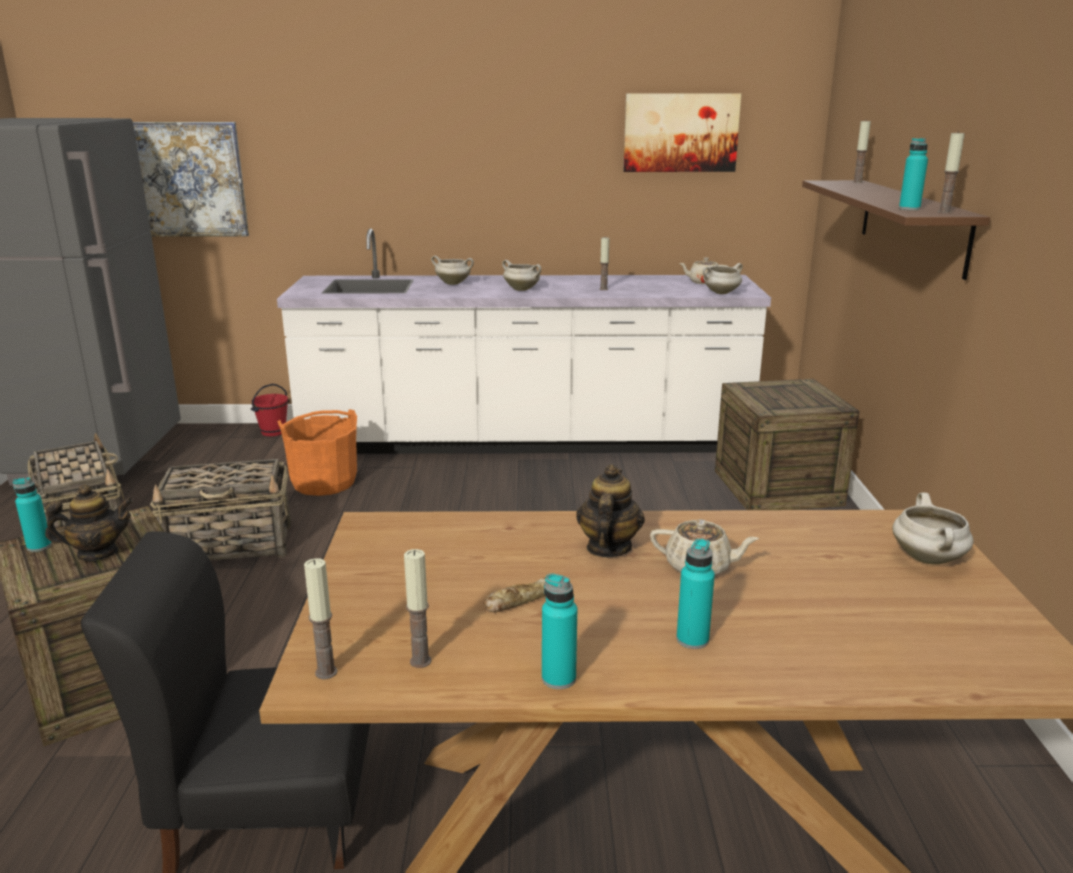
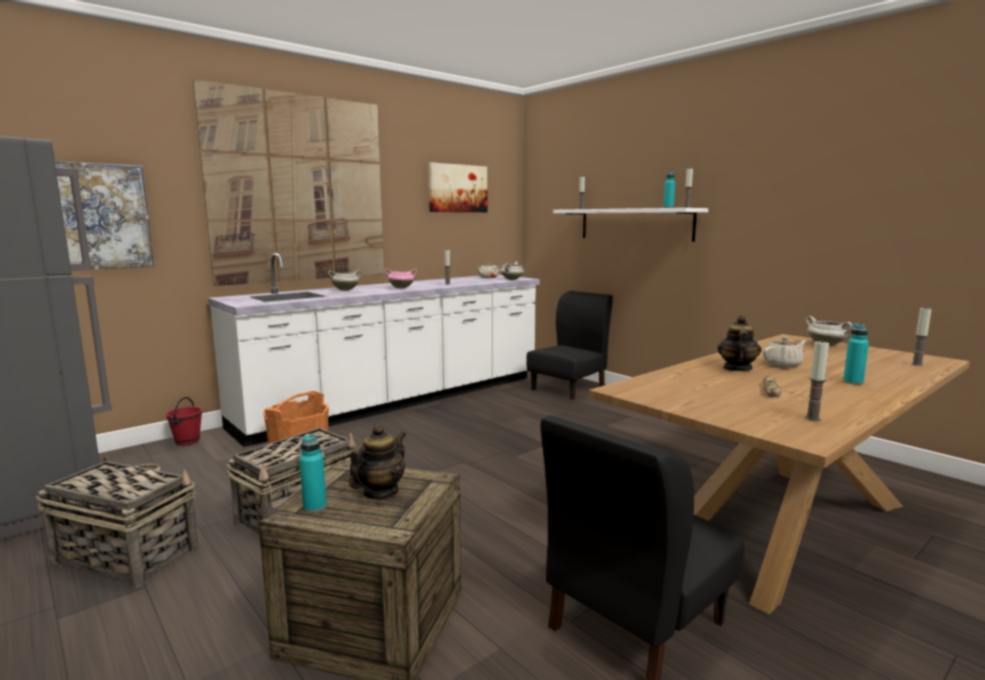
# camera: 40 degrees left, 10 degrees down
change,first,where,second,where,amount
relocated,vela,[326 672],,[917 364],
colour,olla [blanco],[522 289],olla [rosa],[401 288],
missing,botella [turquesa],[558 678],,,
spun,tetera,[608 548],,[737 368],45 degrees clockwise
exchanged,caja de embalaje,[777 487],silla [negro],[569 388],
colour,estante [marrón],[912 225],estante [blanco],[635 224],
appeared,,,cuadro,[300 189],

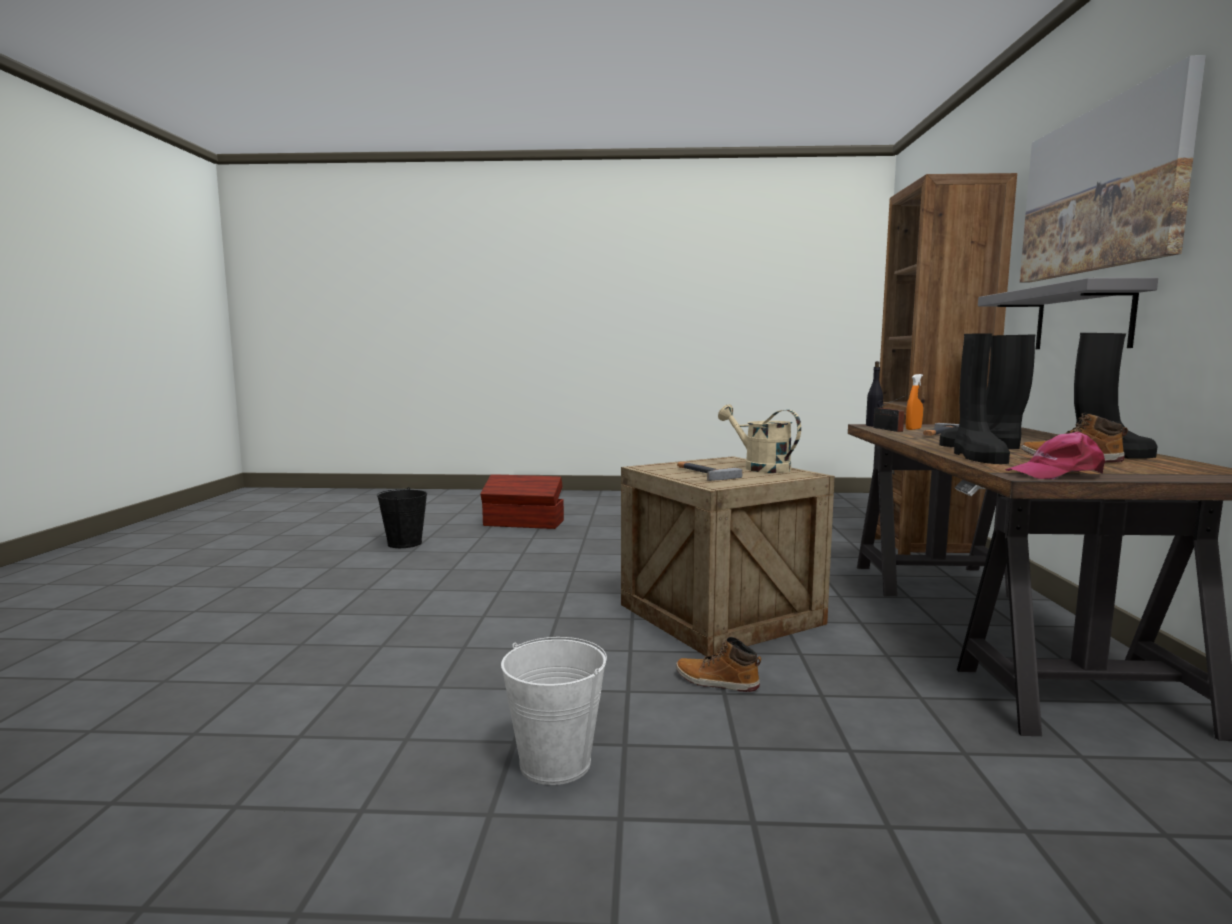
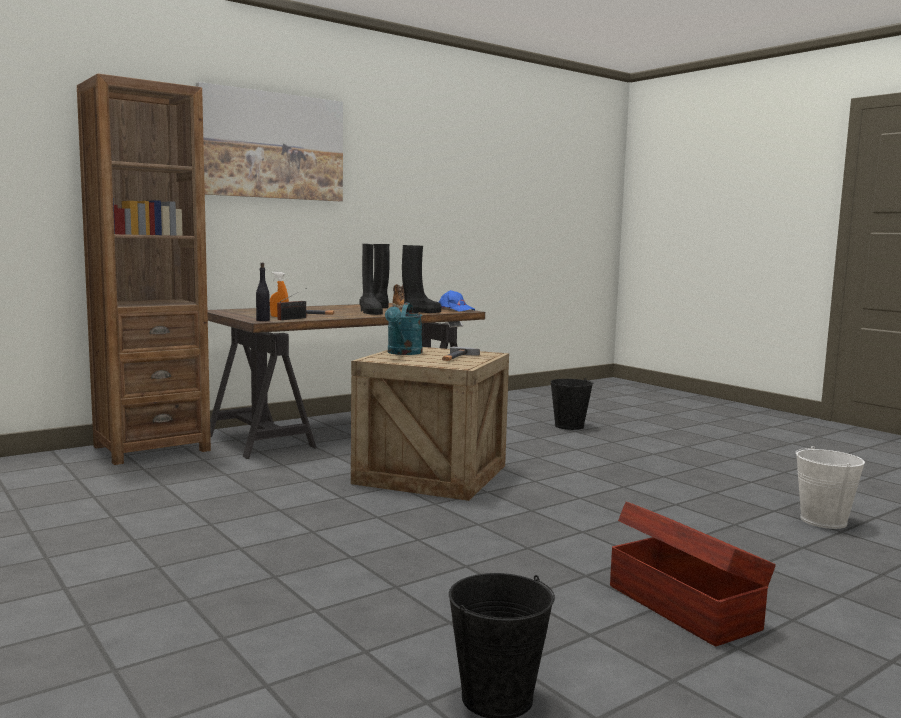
# camera: 130 degrees left, 0 degrees up
change,first,where,second,where,amount
relocated,caja de almacenaje [marrón],[524 523],,[683 606],
relocated,cubo [blanco],[555 763],,[823 521],
missing,bota,[716 682],,,
colour,regadera [beis],[760 468],regadera [turquesa],[403 353],
missing,estante [gris],[1082 318],,,
colour,gorra [rosa],[1056 474],gorra [azul],[455 309],
appeared,,,cubo [negro],[569 426],

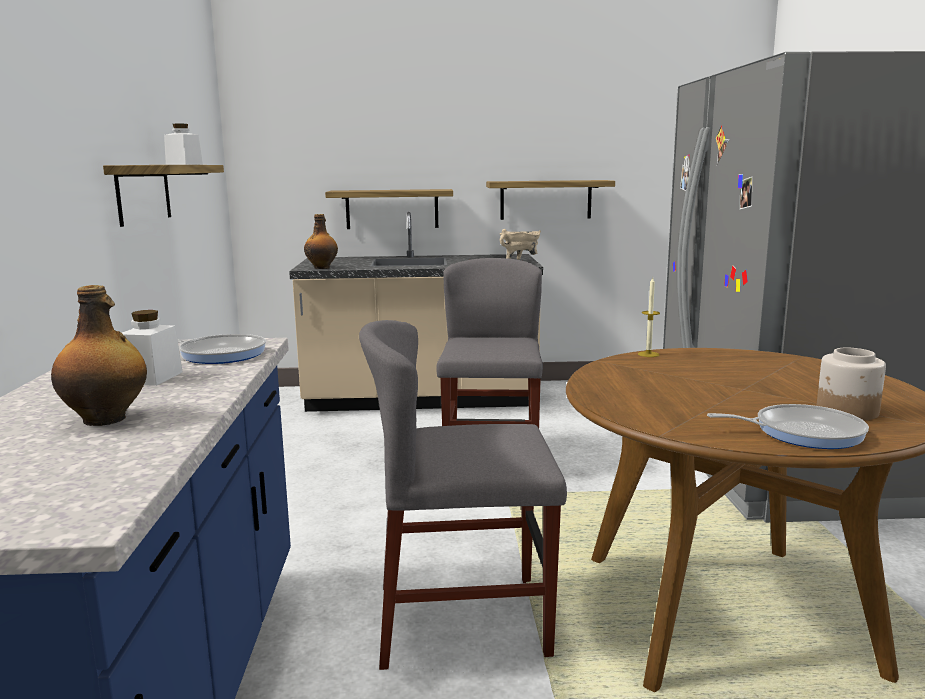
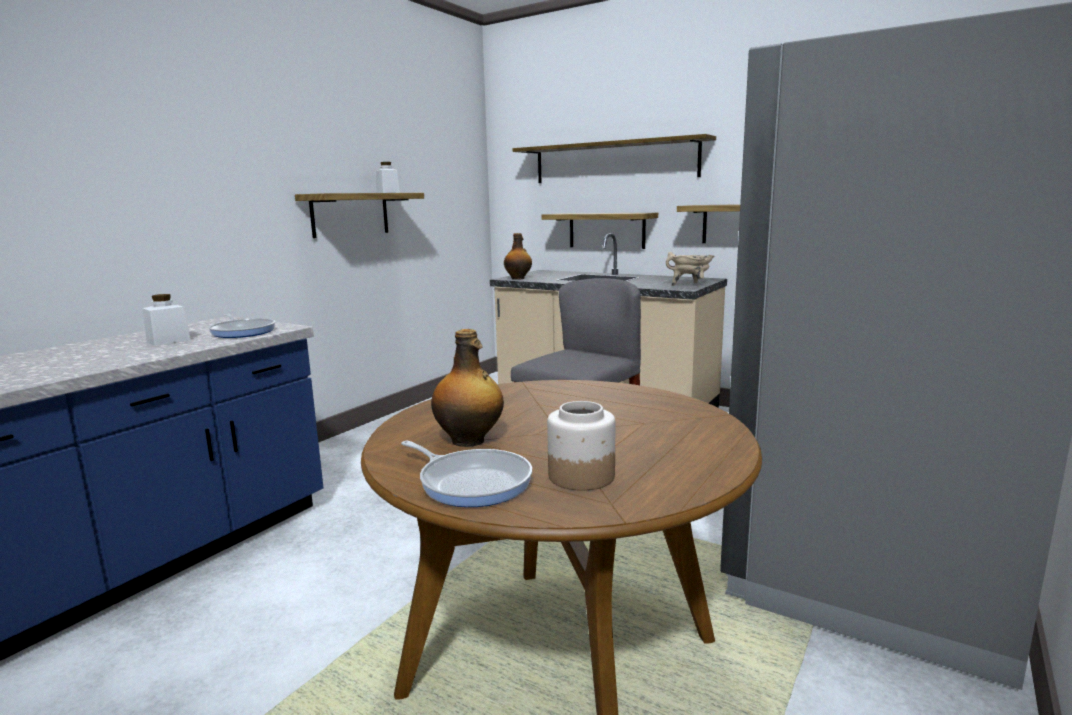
# camera: 35 degrees right, 0 degrees up
change,first,where,second,where,amount
relocated,botella,[106 419],,[469 441],
missing,silla [gris],[462 619],,,
missing,vela,[648 354],,,
appeared,,,estante,[614 162],

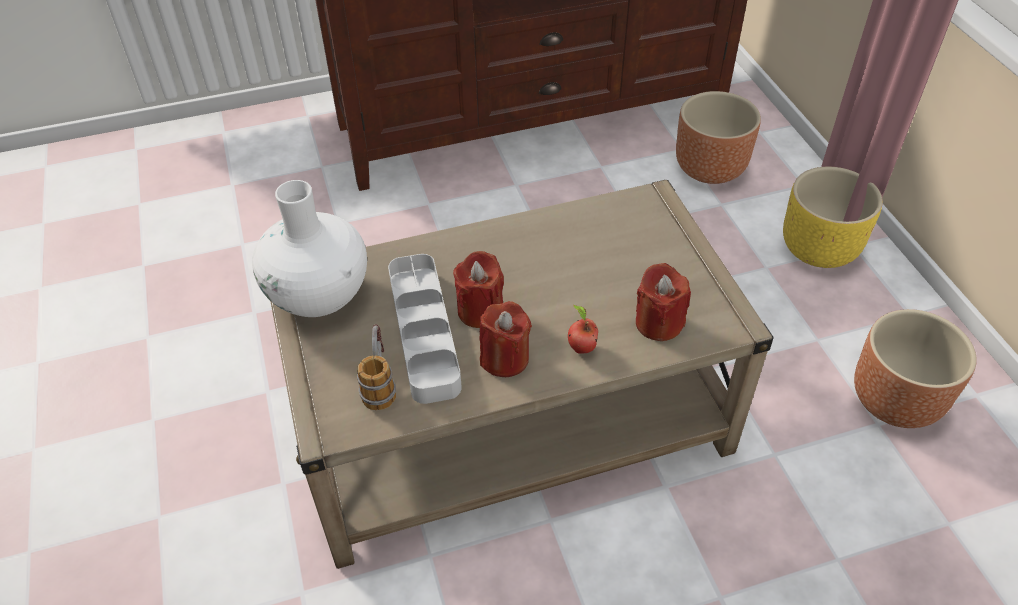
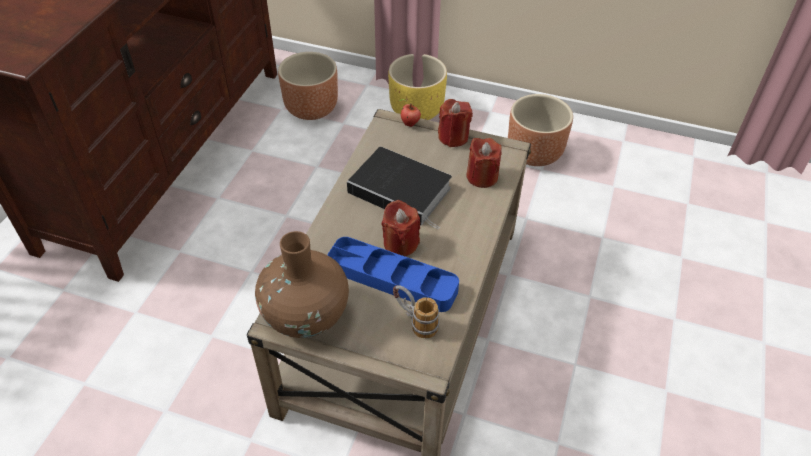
# camera: 55 degrees left, 0 degrees up
change,first,where,second,where,amount
colour,florero [blanco],[318 294],florero [marrón],[306 315],
colour,bandeja [gris],[424 332],bandeja [azul],[392 278],
relocated,vela [rojo],[504 358],,[453 137],
relocated,manzana,[581 347],,[409 124],
appeared,,,libro,[402 191],

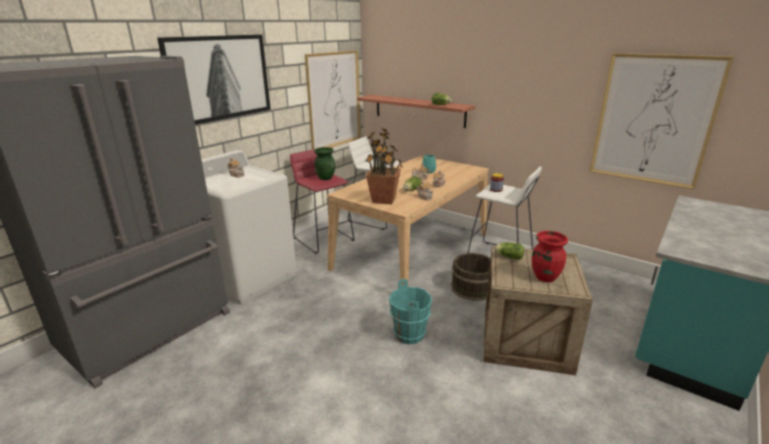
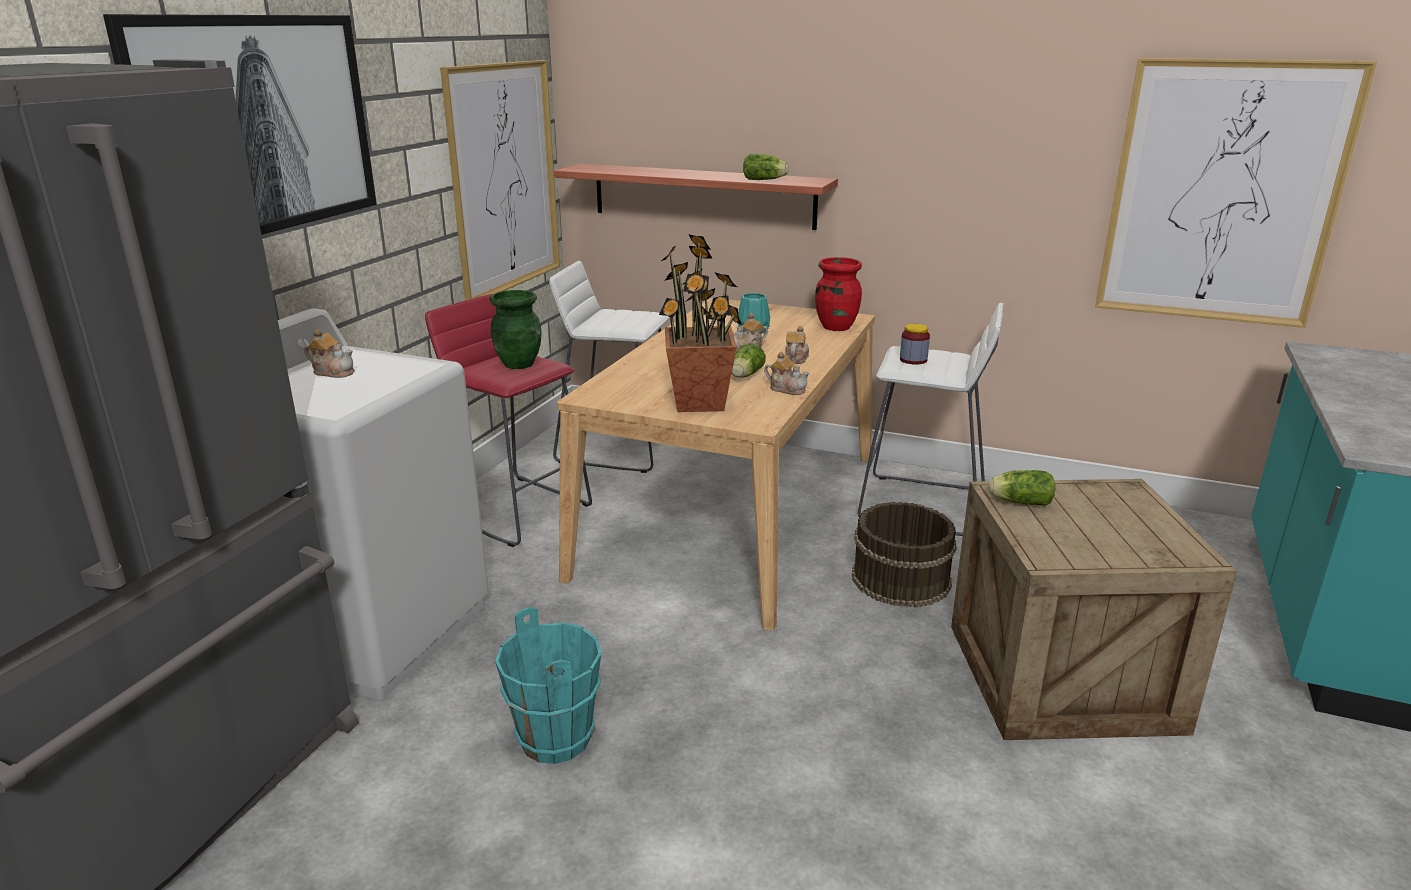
# camera: 15 degrees left, 0 degrees up
change,first,where,second,where,amount
relocated,cubo [turquesa],[410 334],,[556 739],
relocated,florero [rojo],[545 277],,[836 327],

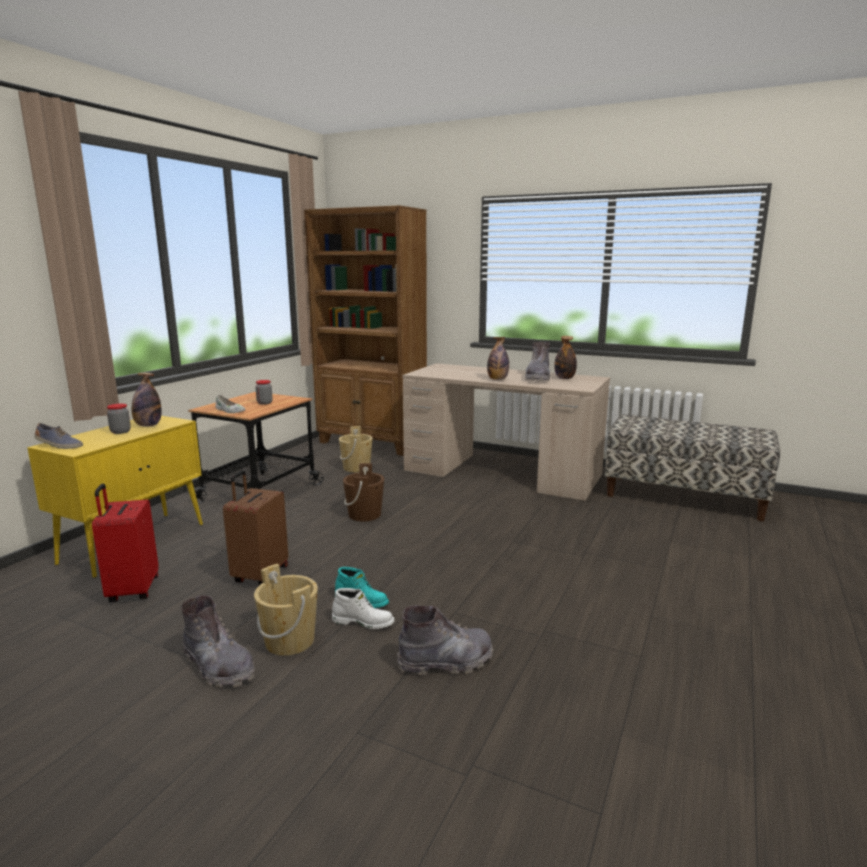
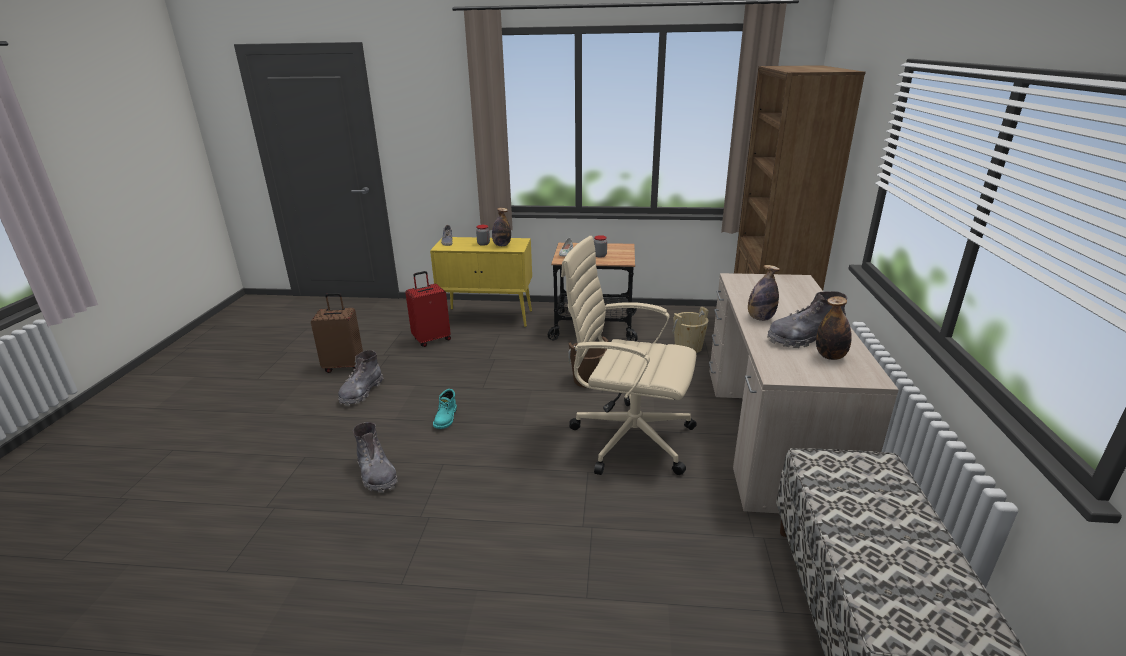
# camera: 70 degrees right, 10 degrees up
change,first,where,second,where,amount
relocated,maleta [marrón],[259 575],,[344 366],
missing,cubo [beis],[289 640],,,
missing,bota [blanco],[363 622],,,
appeared,,,silla de oficina [beis],[628 438],

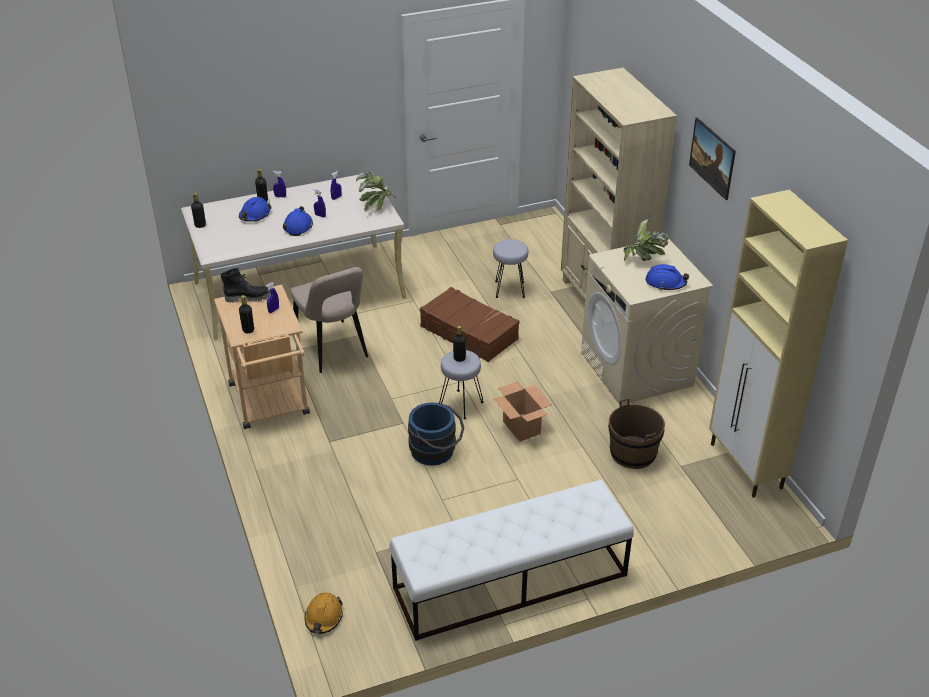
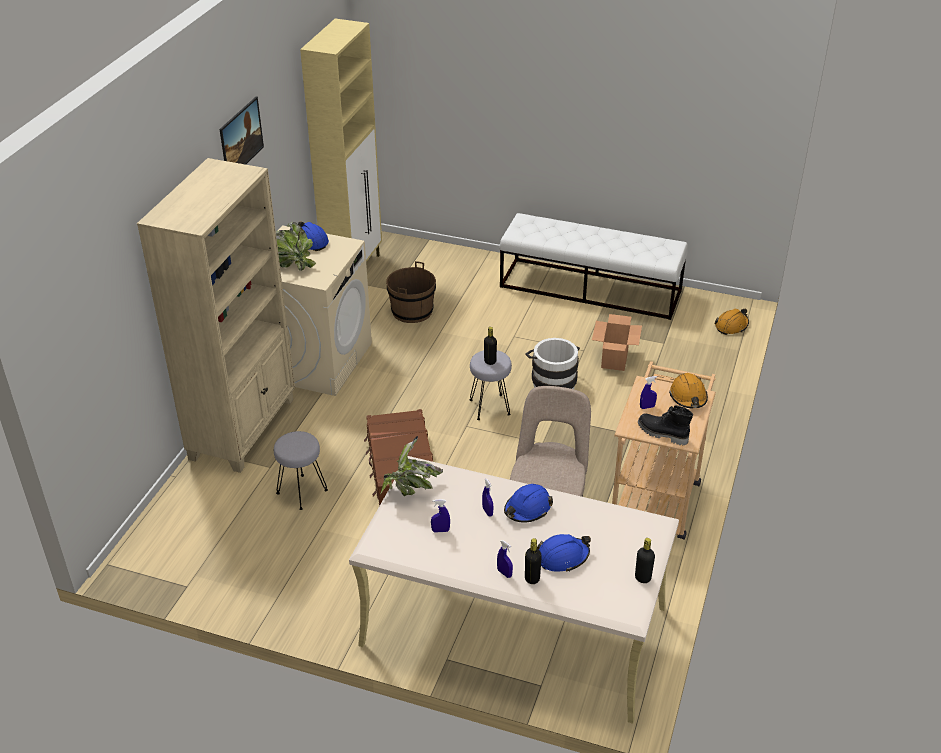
# camera: 140 degrees left, 0 degrees up
change,first,where,second,where,amount
exchanged,botella [negro],[248 330],casco [naranja],[688 397],
colour,cubo [azul],[436 452],cubo [blanco],[552 382],
relocated,caja de cartón,[521 427],,[614 360],

